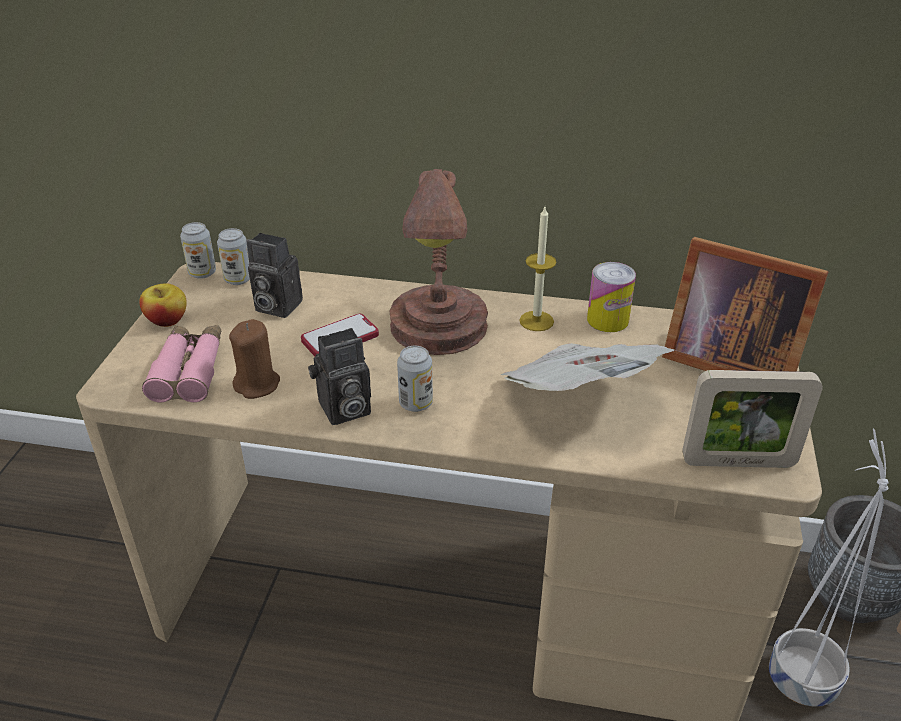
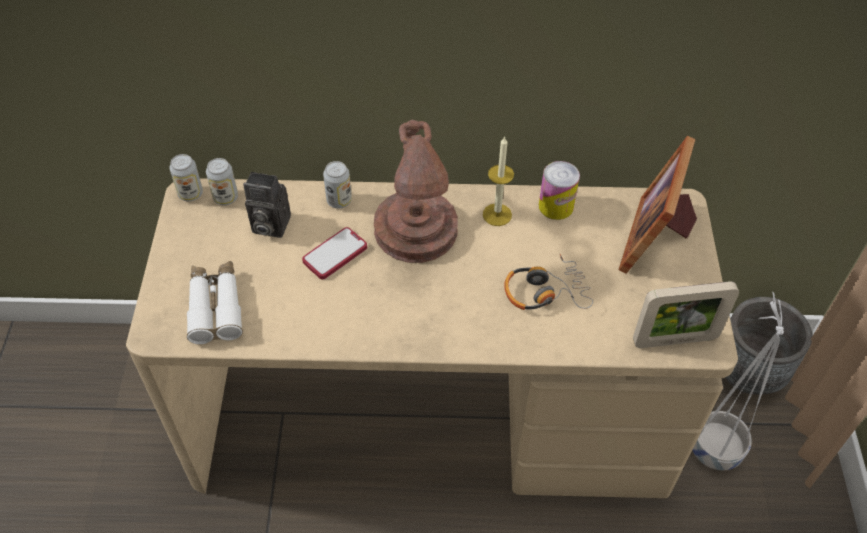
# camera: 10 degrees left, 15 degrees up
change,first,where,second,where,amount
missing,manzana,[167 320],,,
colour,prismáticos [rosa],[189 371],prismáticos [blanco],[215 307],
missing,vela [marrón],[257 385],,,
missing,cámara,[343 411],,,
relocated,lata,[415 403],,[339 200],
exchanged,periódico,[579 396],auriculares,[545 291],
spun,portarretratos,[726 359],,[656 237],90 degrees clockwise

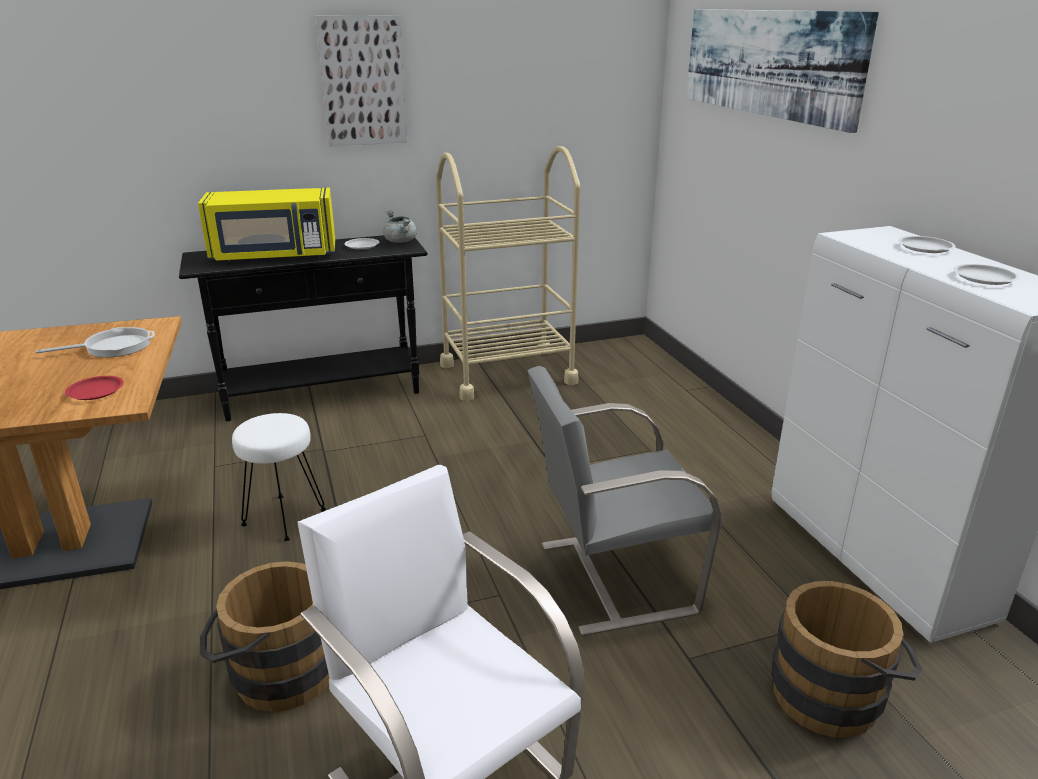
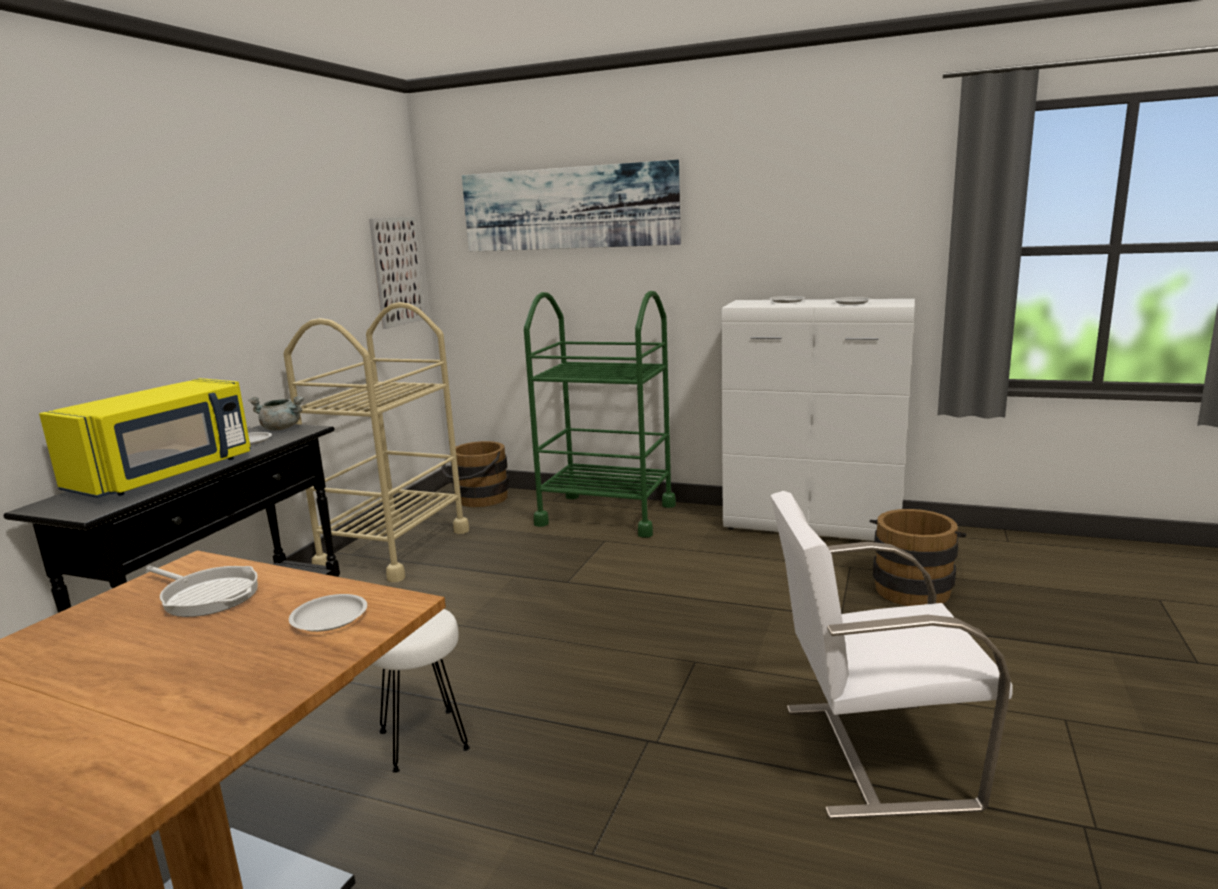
# camera: 50 degrees left, 10 degrees down
change,first,where,second,where,amount
spun,sartén,[113 347],,[207 595],105 degrees clockwise
colour,plato [rojo],[96 391],plato [blanco],[329 617],
relocated,cubo [marrón],[275 673],,[478 500],
relocated,cuadro,[363 81],,[397 271],
missing,silla [gris],[613 577],,,
appeared,,,carrito [verde],[606 514],

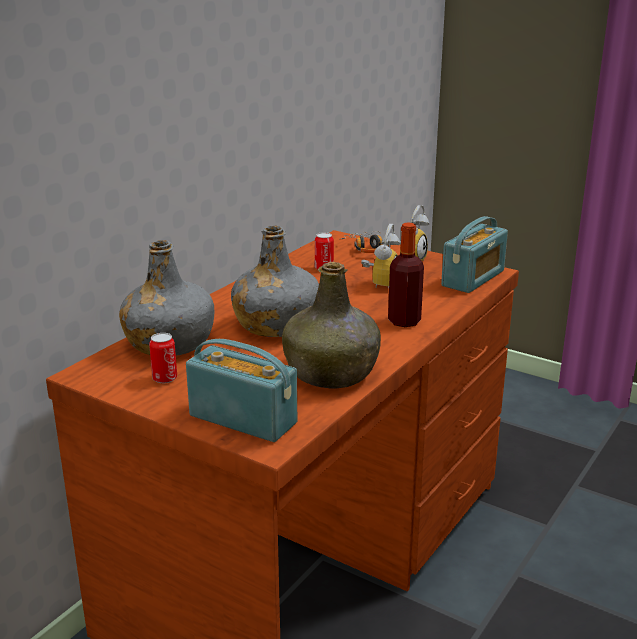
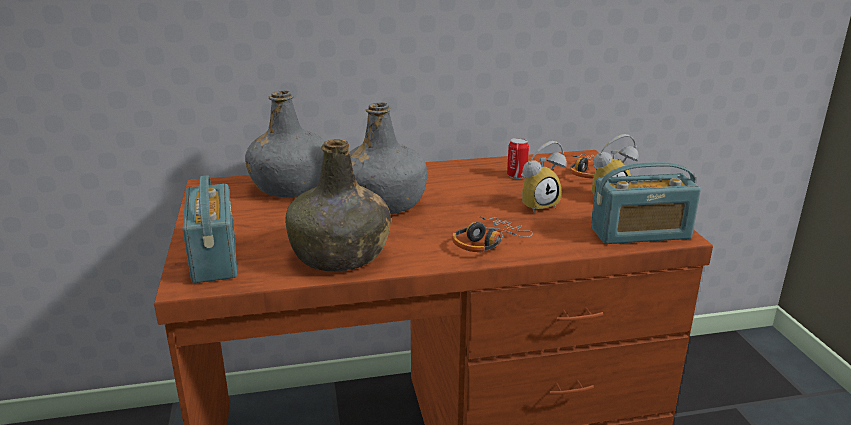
# camera: 45 degrees right, 0 degrees up
change,first,where,second,where,amount
missing,lata,[164 378],,,
exchanged,botella,[404 321],auriculares,[487 242],

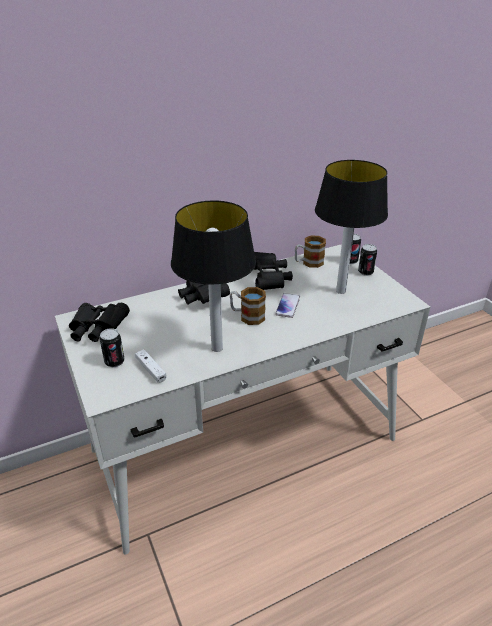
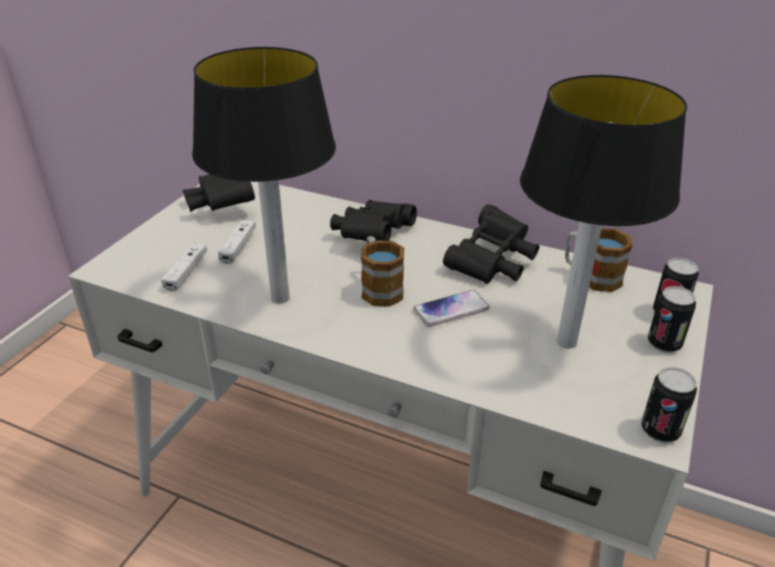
# camera: 50 degrees right, 0 degrees up
change,first,where,second,where,amount
relocated,lata,[114 362],,[660 430],
appeared,,,mando de consola [blanco],[238 247],

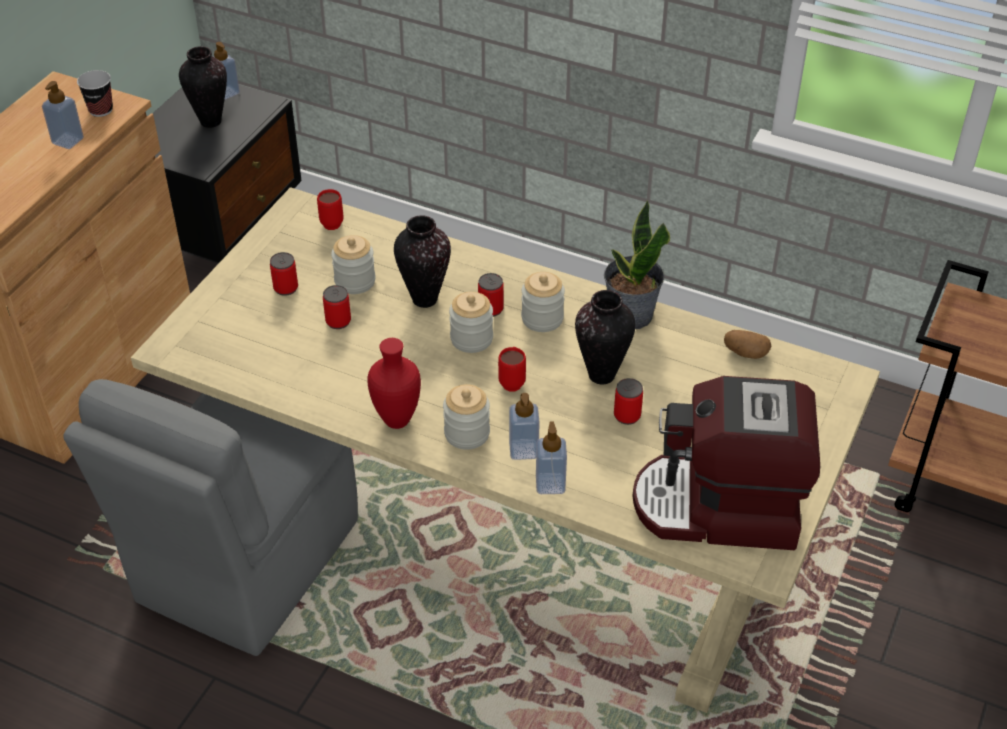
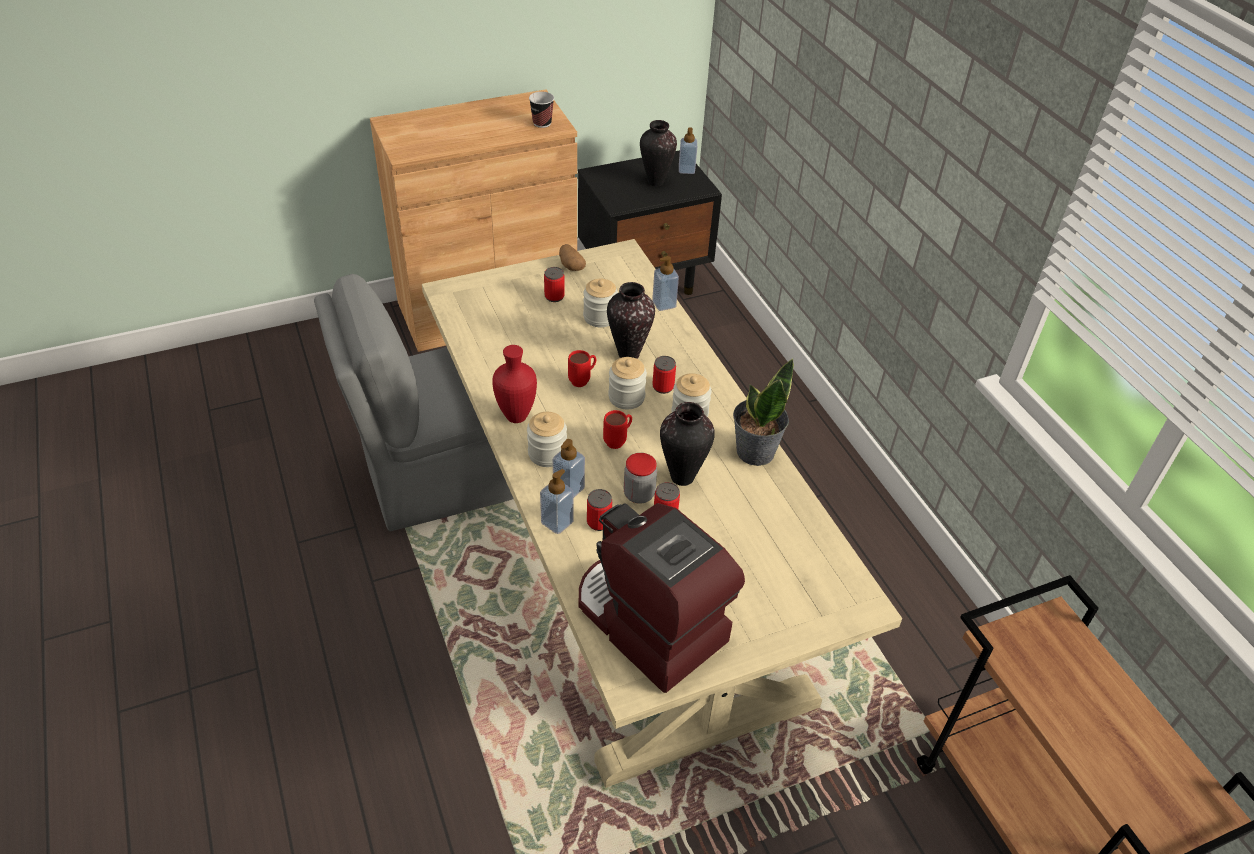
# camera: 40 degrees right, 0 degrees up
change,first,where,second,where,amount
relocated,dispensador de jabón,[68 141],,[664 304],
relocated,taza grande [rojo],[333 221],,[583 380],
relocated,lata,[338 321],,[599 522],
relocated,patata,[745 353],,[571 266],
appeared,,,tarro,[639 494],

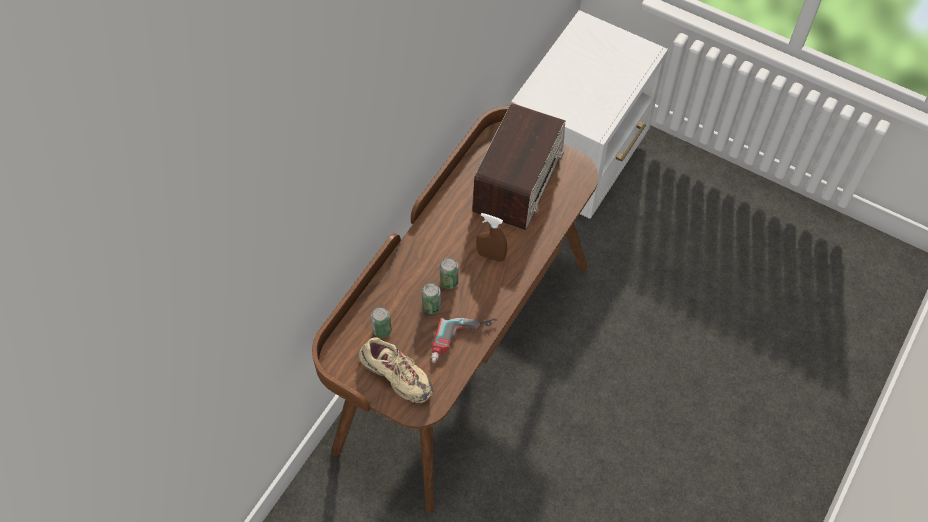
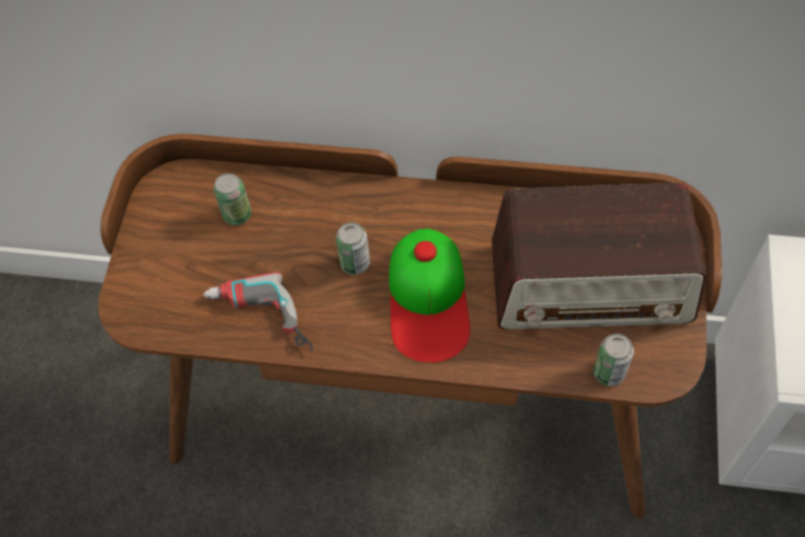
# camera: 70 degrees right, 0 degrees up
change,first,where,second,where,amount
missing,zapato [beis],[396 376],,,
relocated,lata,[431 306],,[609 373],
exchanged,pulverizador [marrón],[491 255],gorra,[428 300],

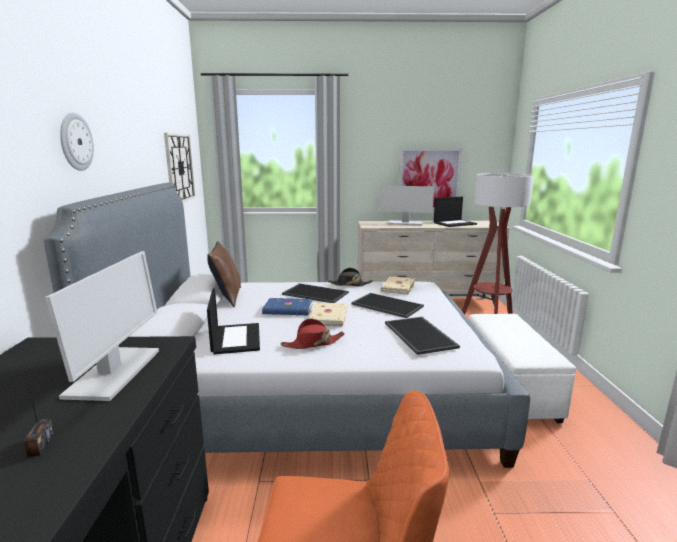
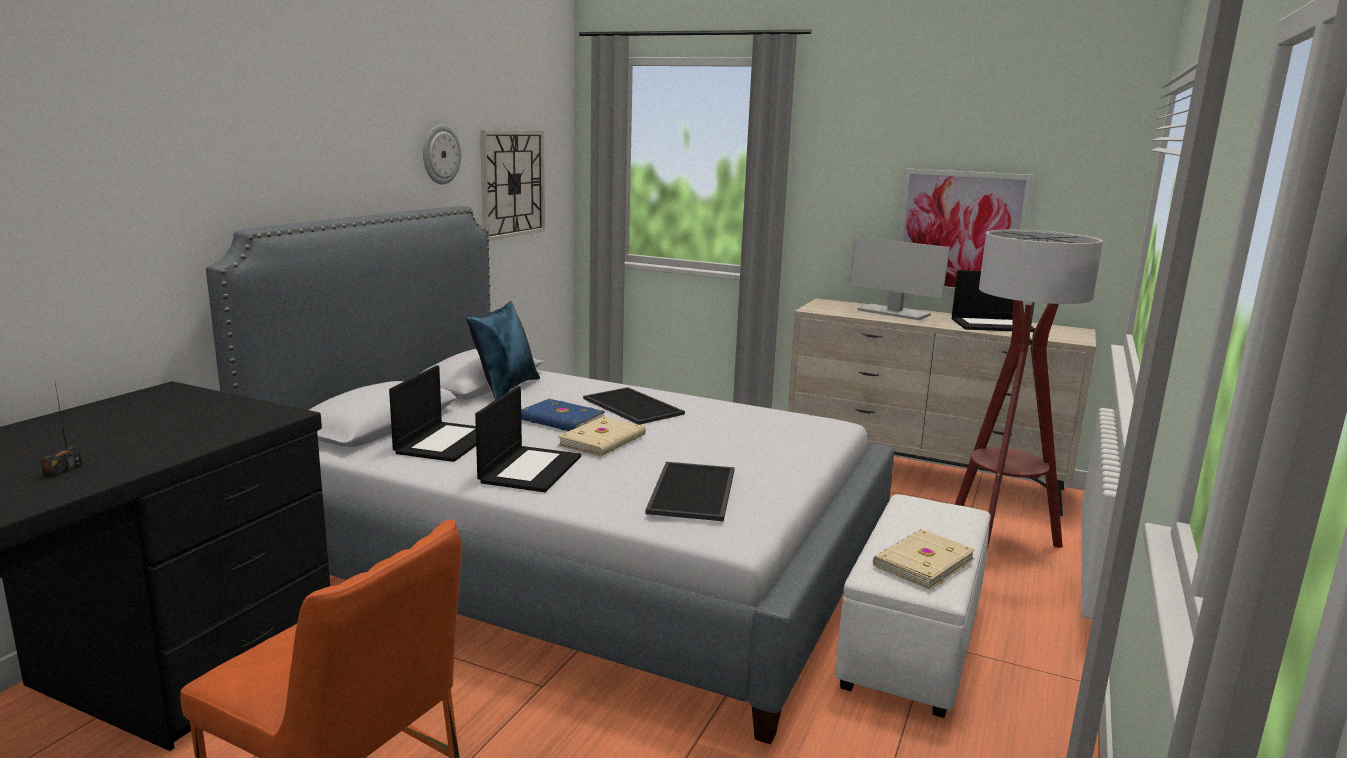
# camera: 25 degrees right, 0 degrees up
change,first,where,second,where,amount
missing,monitor,[114 373],,,
relocated,reloj de pared,[75 142],,[440 154],
colour,cojín [marrón],[227 297],cojín [azul],[505 389],
exchanged,sombrero [rojo],[313 343],portátil,[530 469],
missing,sombrero [negro],[349 284],,,
missing,bandeja,[386 305],,,
relocated,libro [beis],[397 287],,[921 562],

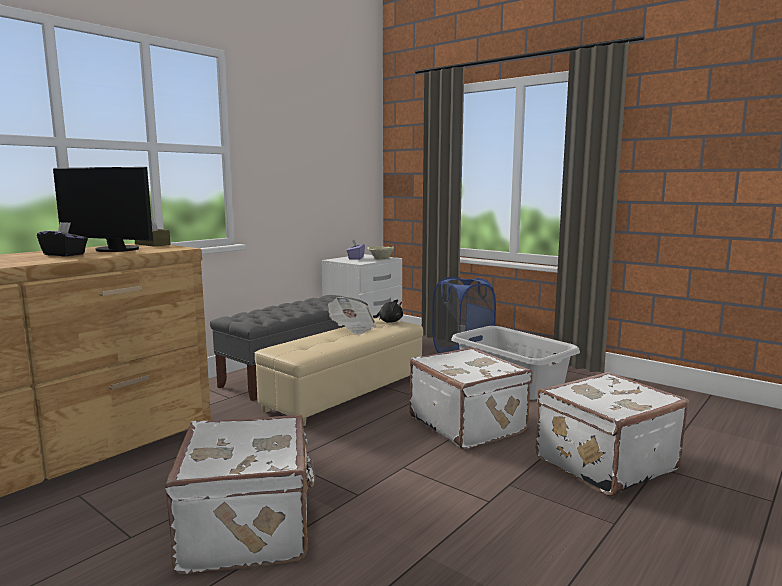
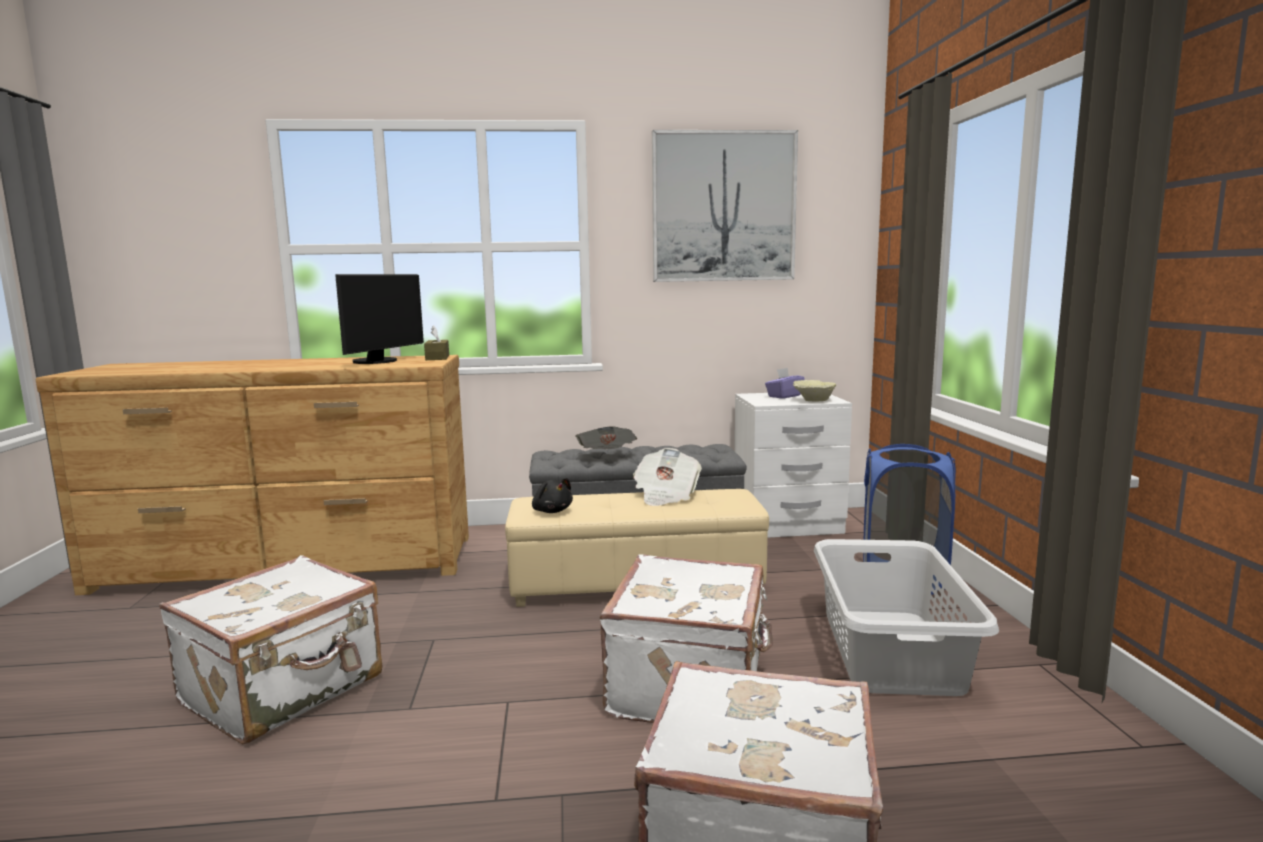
# camera: 45 degrees right, 0 degrees up
change,first,where,second,where,amount
missing,caja de pañuelos [negro],[64 254],,,
spun,monitor,[114 250],,[379 361],135 degrees counterclockwise
relocated,peluche [negro],[388 321],,[551 511],
appeared,,,periódico,[607 456],
appeared,,,cuadro,[723 207],

